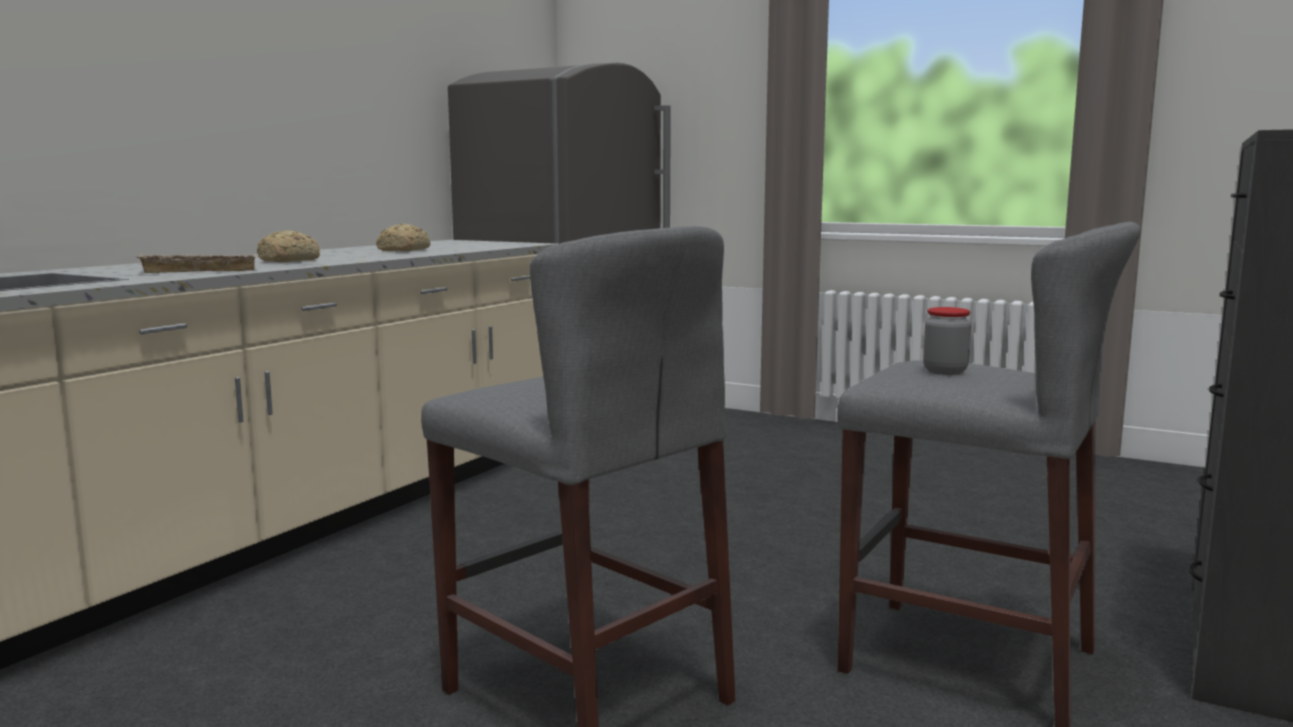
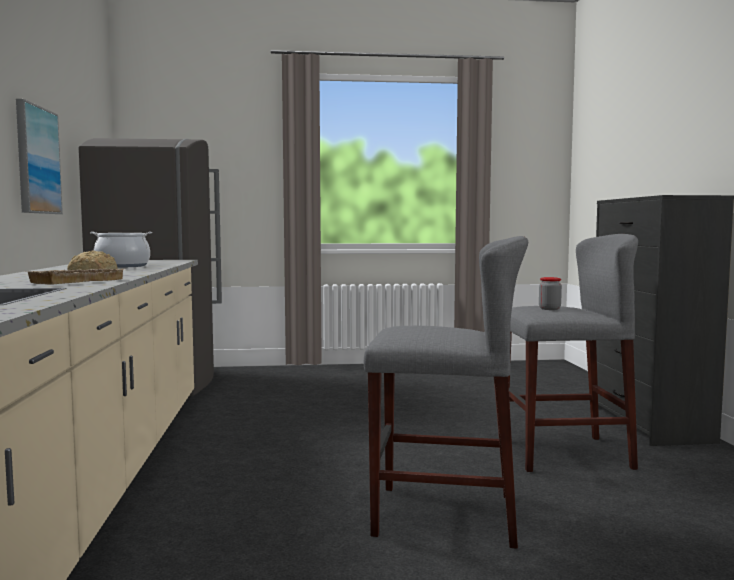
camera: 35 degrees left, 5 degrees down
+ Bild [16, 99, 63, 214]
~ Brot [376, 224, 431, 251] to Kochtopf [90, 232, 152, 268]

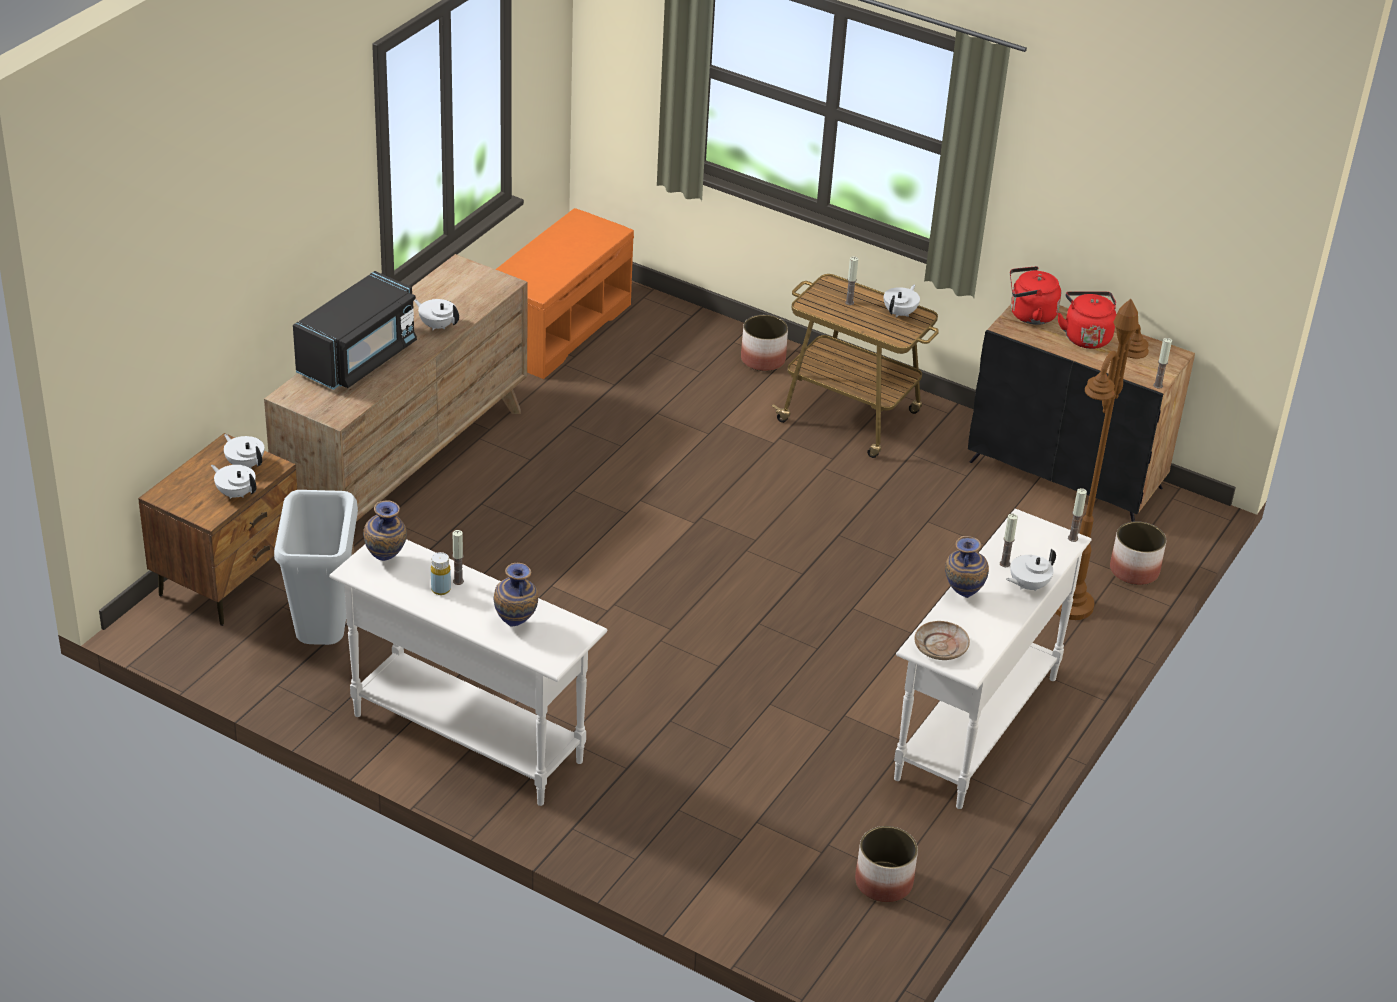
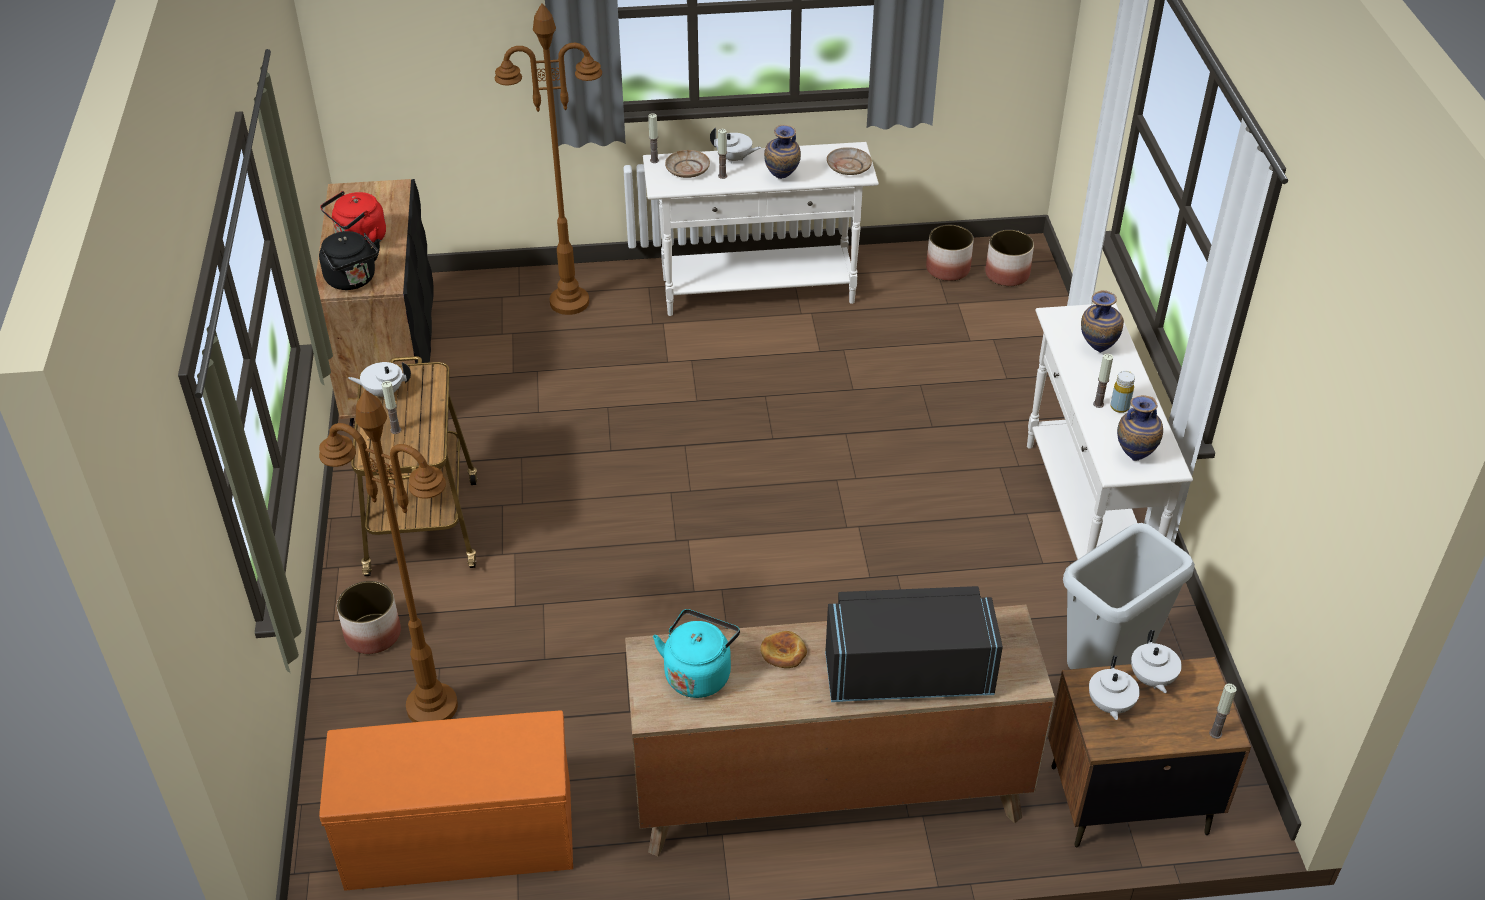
camera: 125 degrees left, 5 degrees up
~ Wasserkessel [rot] [1010, 266, 1061, 325] to Wasserkessel [schwarz] [319, 231, 380, 290]
+ Stehlampe [braun] [319, 390, 458, 722]
+ Wasserkessel [türkis] [653, 609, 740, 698]
+ Teller [beige] [665, 150, 710, 178]
~ Teekanne [weiß] [414, 299, 459, 330] to Brot [760, 631, 807, 668]
~ Pflanzkübel [1110, 521, 1166, 585] to [985, 230, 1034, 286]
~ Kerze [1153, 338, 1172, 389] to [1209, 683, 1237, 739]

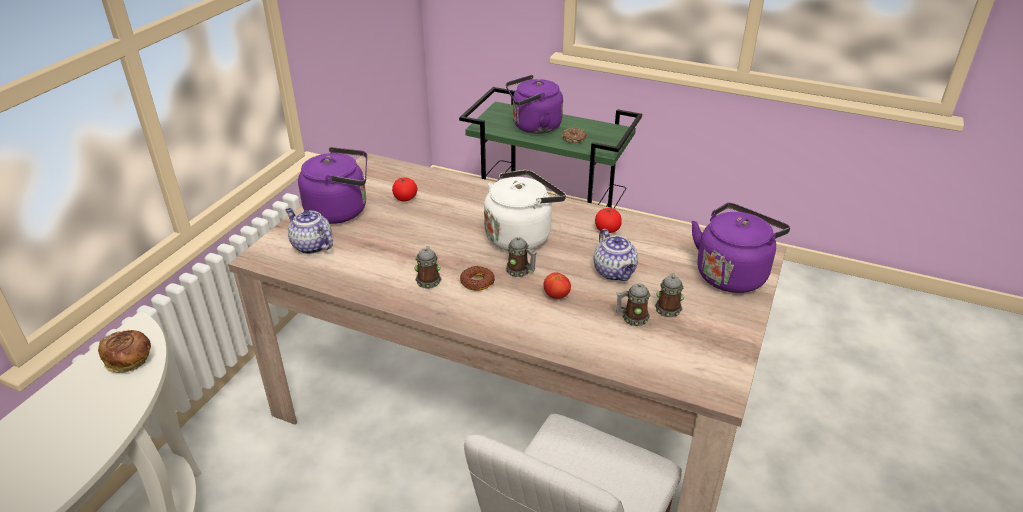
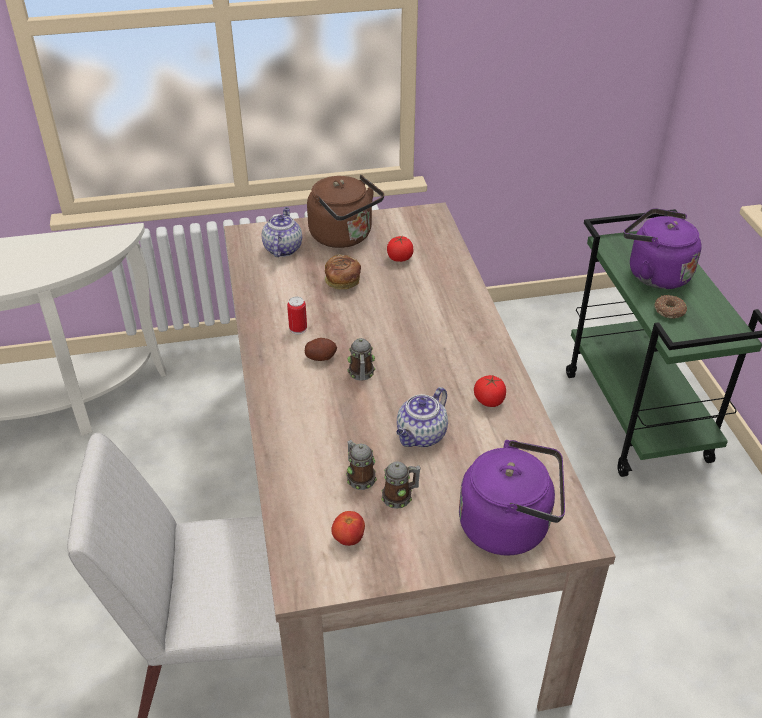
camera: 55 degrees right, 5 degrees up
~ Henkelbecher [415, 246, 442, 289] to Dose [287, 297, 307, 334]
~ Donut [460, 266, 495, 291] to Kartoffel [305, 338, 337, 361]
~ Wasserkessel [lila] [298, 147, 367, 224] to Wasserkessel [braun] [307, 175, 384, 248]
~ Brot [98, 330, 151, 373] to [324, 254, 361, 290]
~ Tomate [543, 272, 571, 299] to [331, 511, 365, 546]
- Wasserkessel [weiß] [484, 170, 566, 251]

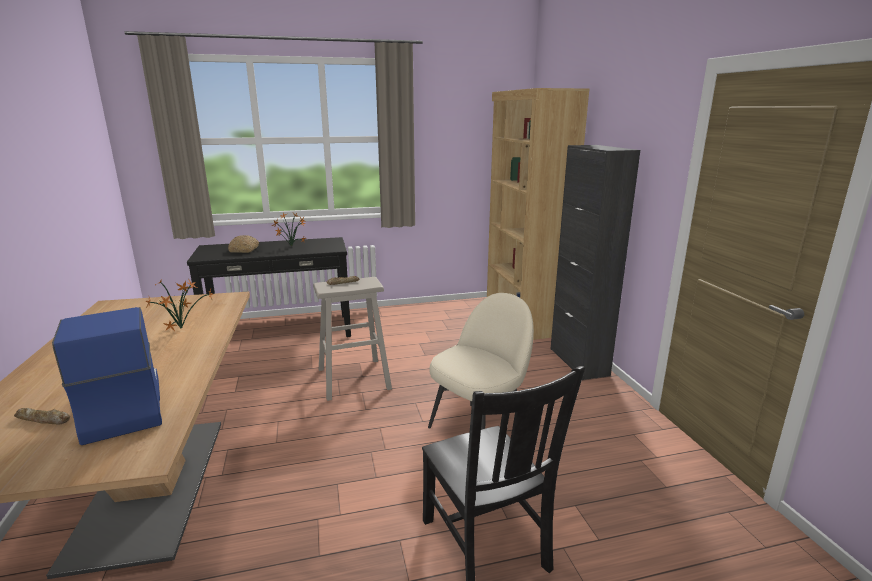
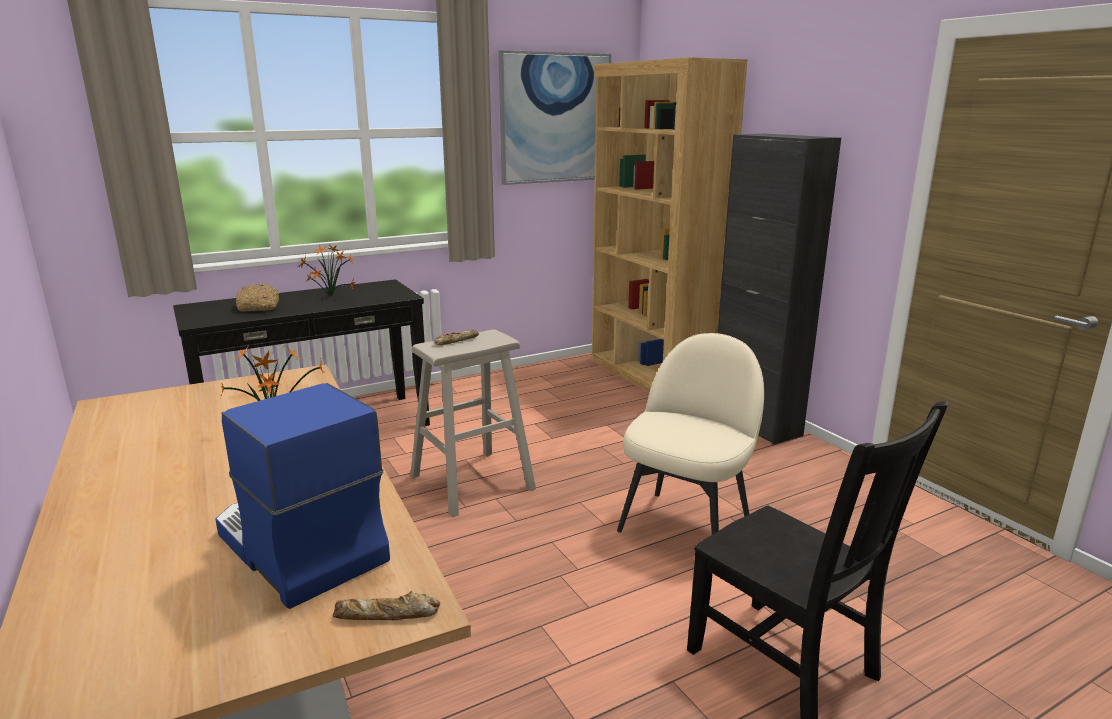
camera: 15 degrees left, 0 degrees up
~ Brot [14, 408, 70, 424] to [333, 591, 440, 620]
+ Bild [498, 50, 611, 185]

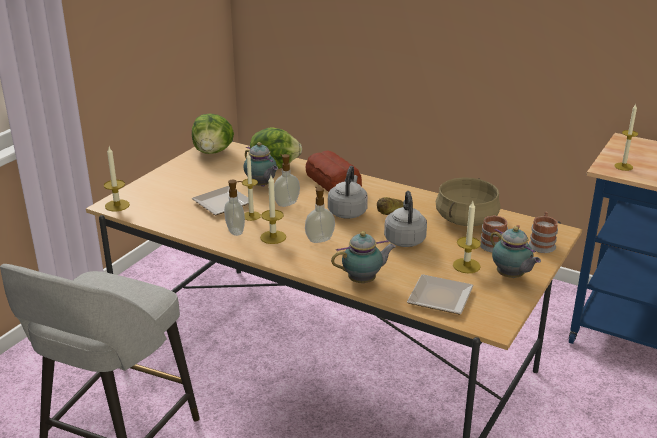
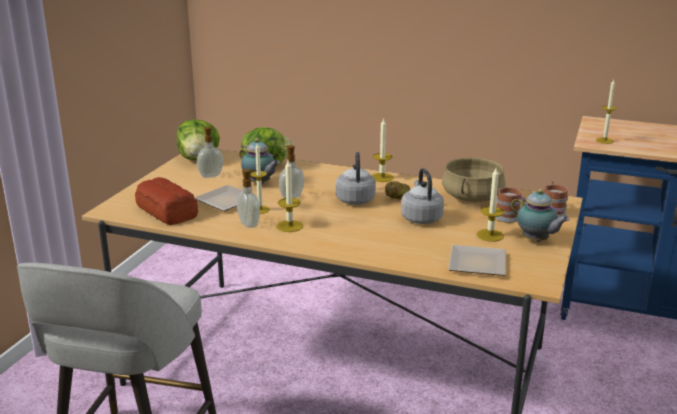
camera: 10 degrees left, 5 degrees down
~ Brot [306, 150, 362, 192] to [135, 177, 199, 225]
~ Seifenspender [305, 187, 335, 243] to [197, 127, 223, 178]
~ Kerze [104, 147, 130, 212] to [371, 118, 394, 182]
- Teekanne [331, 231, 396, 283]

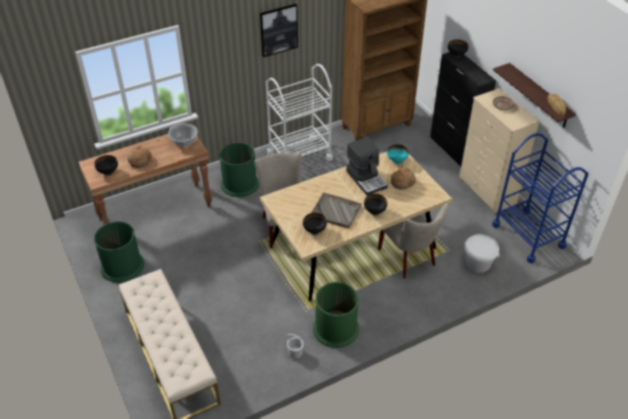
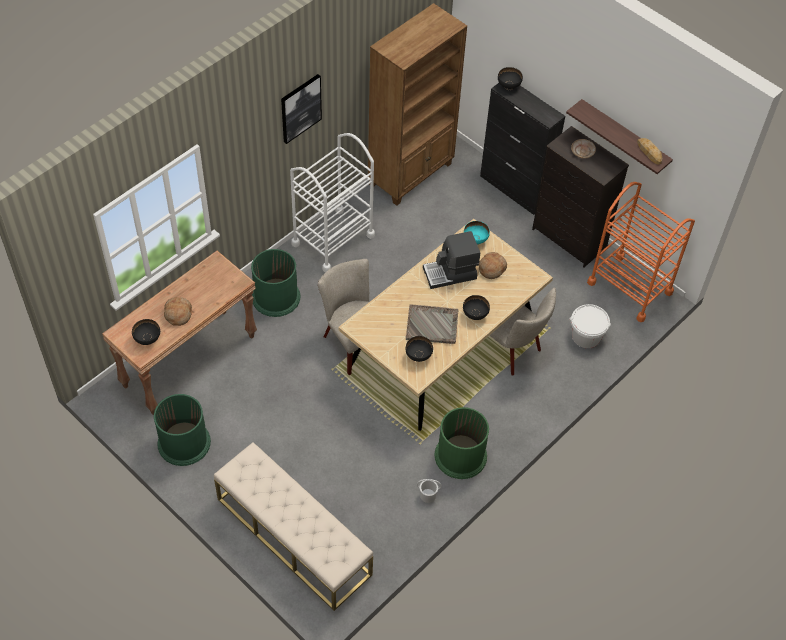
camera: 20 degrees left, 10 degrees up
~ Kaffeemaschine [346, 137, 388, 196] = [423, 231, 480, 289] 120 degrees clockwise
~ Kommode [beige] [459, 88, 540, 214] to Kommode [schwarz] [532, 126, 629, 267]
~ Rollwagen [blau] [492, 133, 589, 263] to Rollwagen [orange] [587, 182, 695, 322]
- Kochtopf [168, 123, 198, 147]

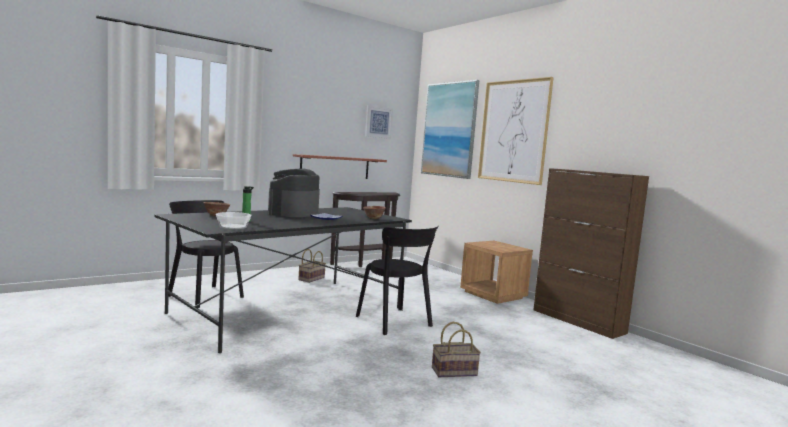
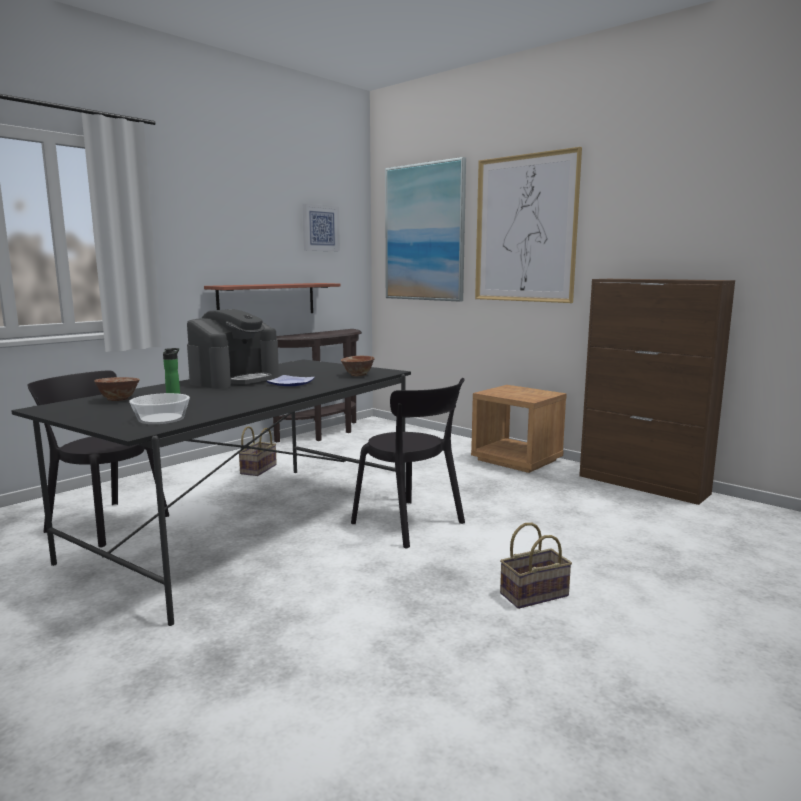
camera: 10 degrees left, 5 degrees up
~ Kaffeemaschine [268, 169, 320, 217] = [187, 309, 279, 389] 150 degrees counterclockwise

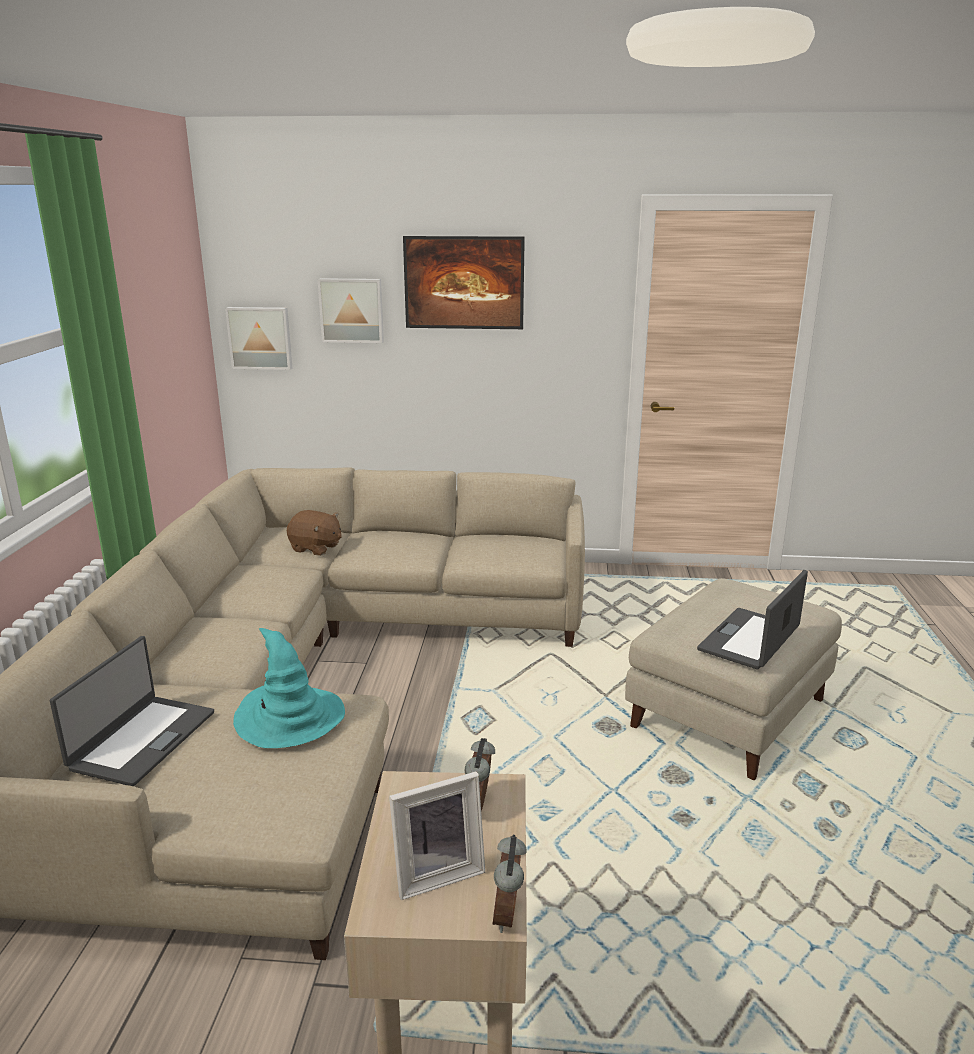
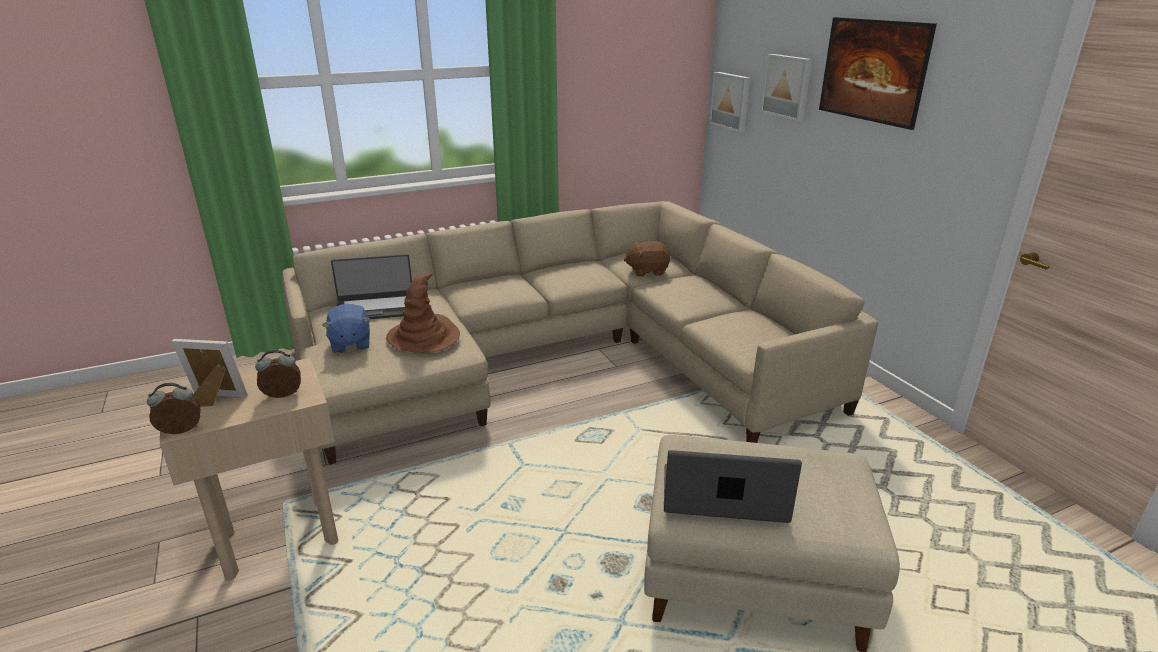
camera: 60 degrees right, 5 degrees up
~ Bilderrahmen [389, 772, 485, 900] = [171, 339, 248, 407] 150 degrees clockwise
+ Plüschtier [blau] [322, 304, 370, 353]
~ Hut [türkis] [233, 628, 345, 748] to Hut [braun] [386, 273, 460, 353]
~ Plüschtier [braun] [287, 510, 342, 556] = [624, 241, 670, 277] 90 degrees clockwise

